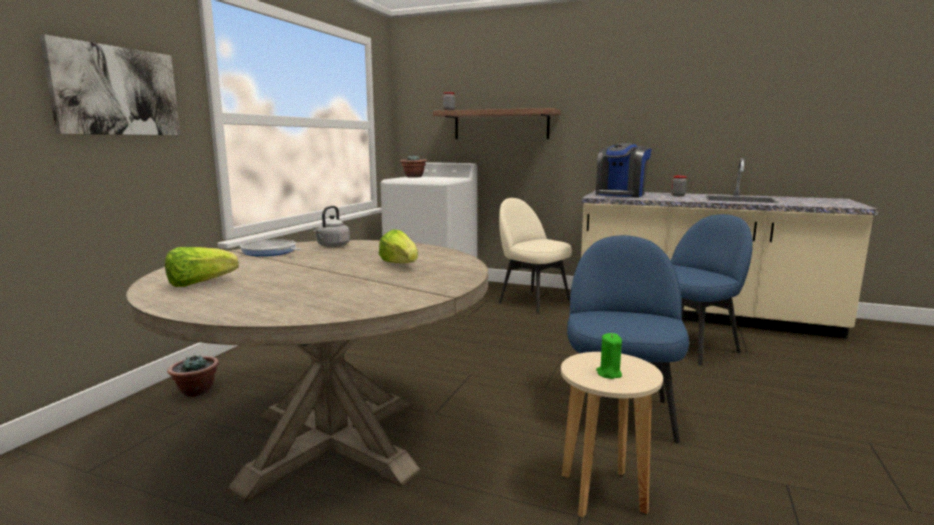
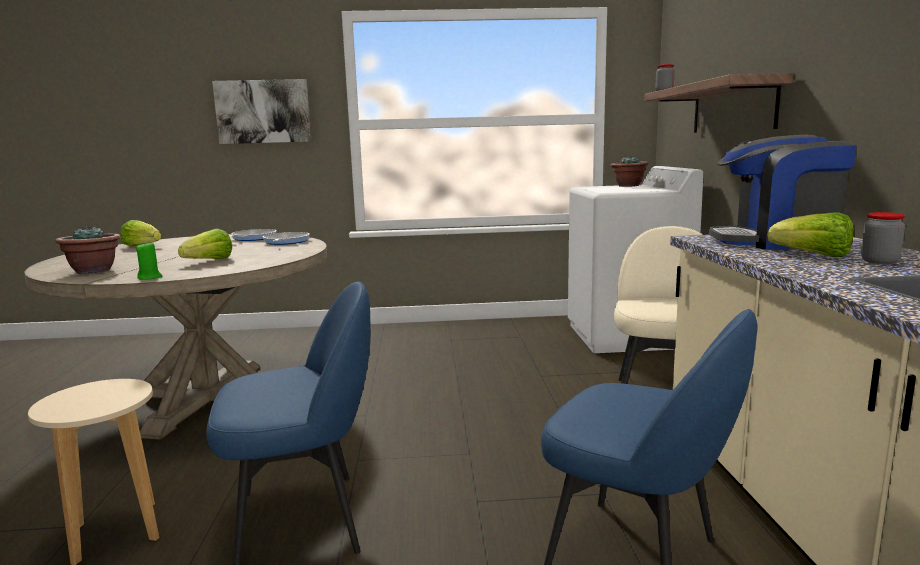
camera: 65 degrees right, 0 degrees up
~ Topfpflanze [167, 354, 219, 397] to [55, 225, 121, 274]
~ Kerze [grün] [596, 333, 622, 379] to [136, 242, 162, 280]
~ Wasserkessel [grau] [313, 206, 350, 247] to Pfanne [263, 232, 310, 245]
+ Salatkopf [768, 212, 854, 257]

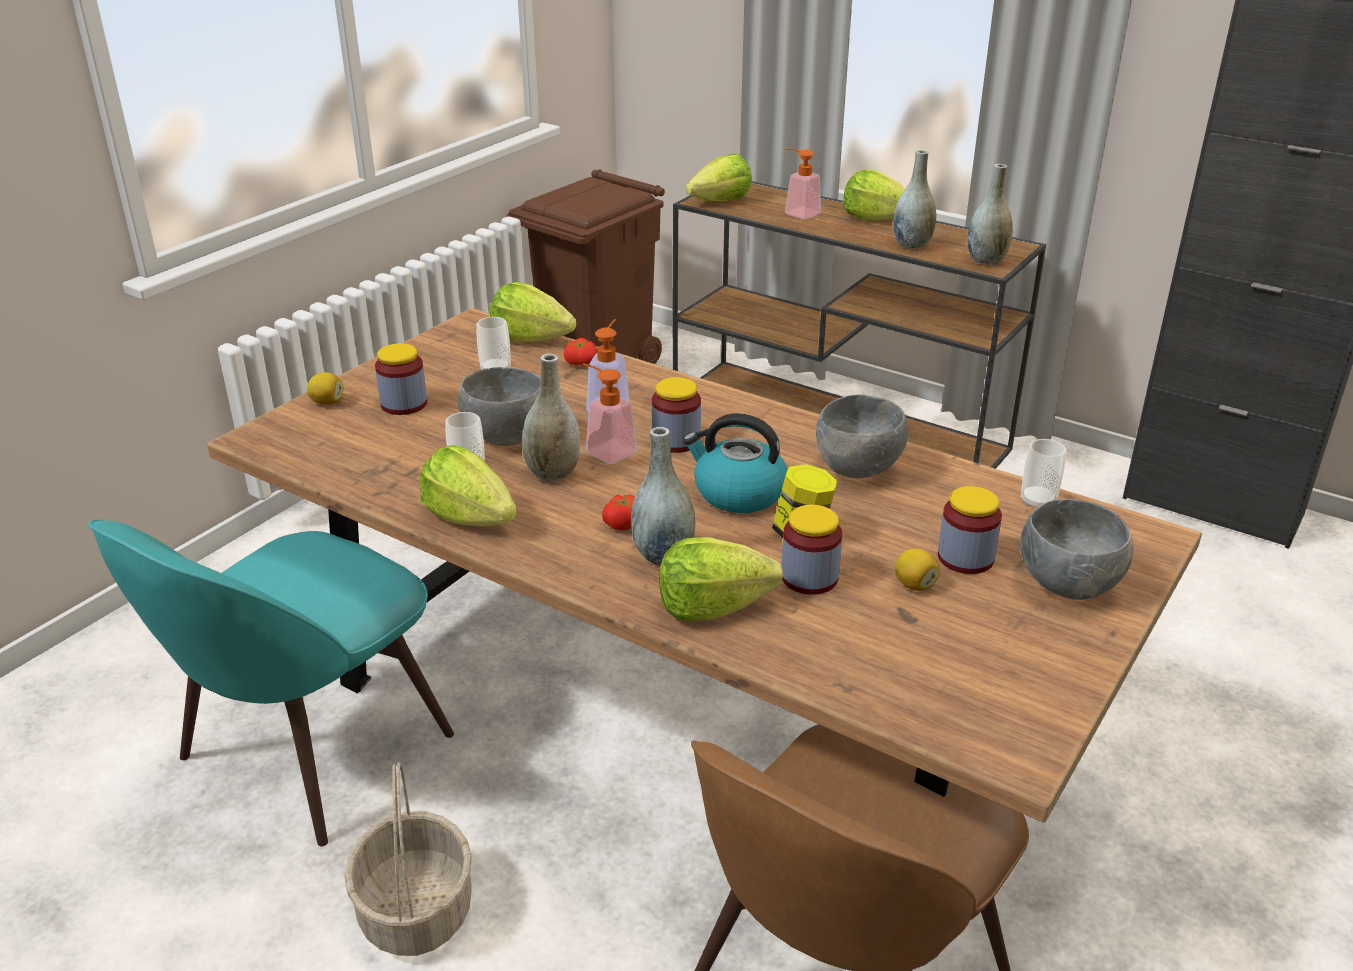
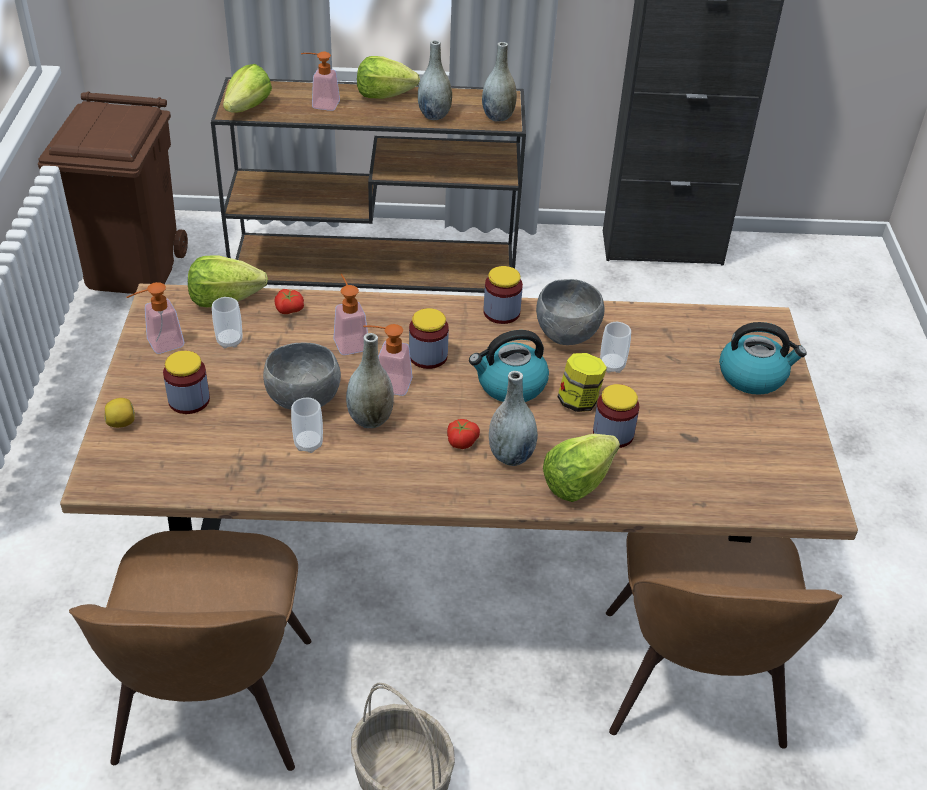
camera: 35 degrees left, 10 degrees up
~ Stuhl [türkis] [88, 519, 454, 846] to Stuhl [braun] [69, 530, 312, 771]
+ Seifenspender [127, 282, 184, 354]
~ Vorratsglas [938, 486, 1002, 574] to [484, 266, 523, 324]
~ Tasse [1021, 439, 1066, 507] to [600, 322, 631, 373]
~ Schüssel [grau] [1020, 499, 1133, 600] to Wasserkessel [719, 322, 807, 395]
- Salatkopf [420, 445, 517, 526]
- Zitrone [895, 549, 940, 591]

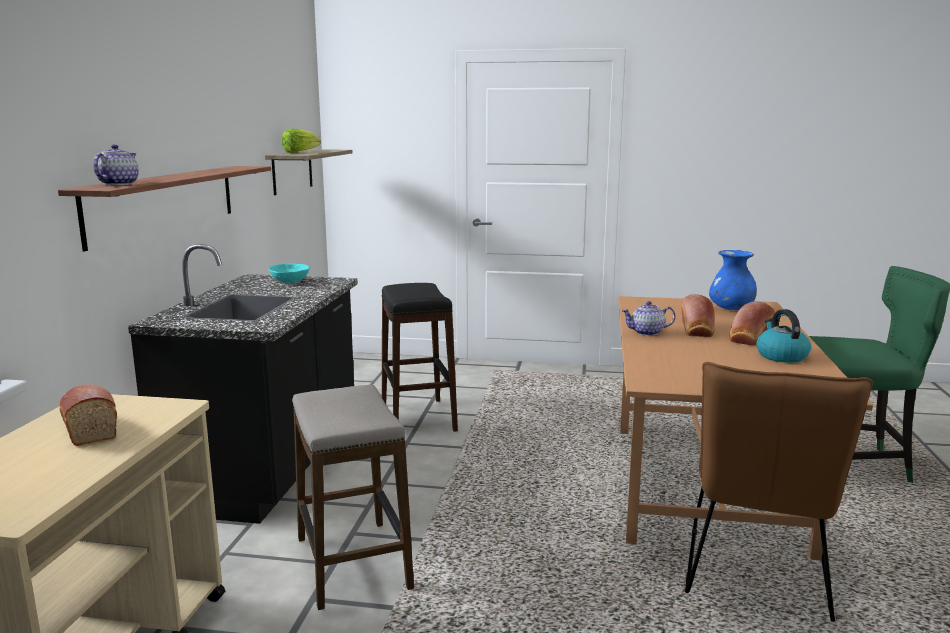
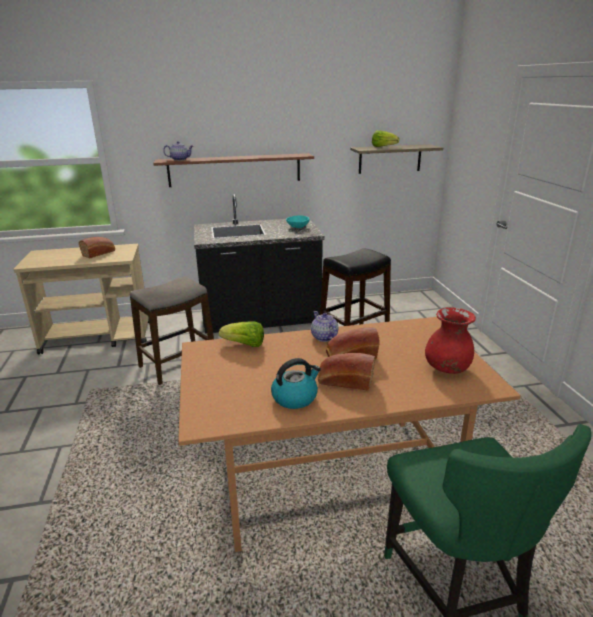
camera: 70 degrees right, 10 degrees up
+ Salatkopf [219, 321, 264, 347]
~ Vase [blau] [709, 250, 757, 310] to Vase [rot] [425, 307, 476, 374]
- Stuhl [braun] [685, 362, 873, 622]

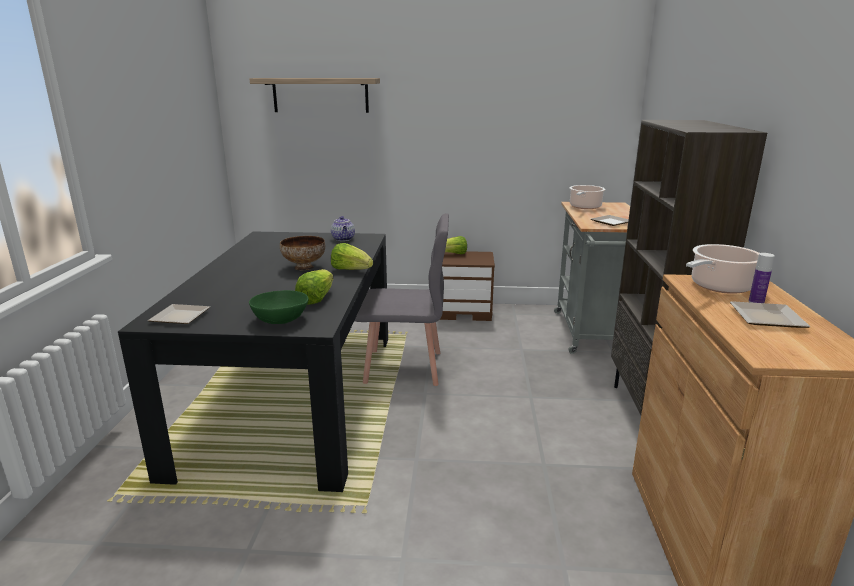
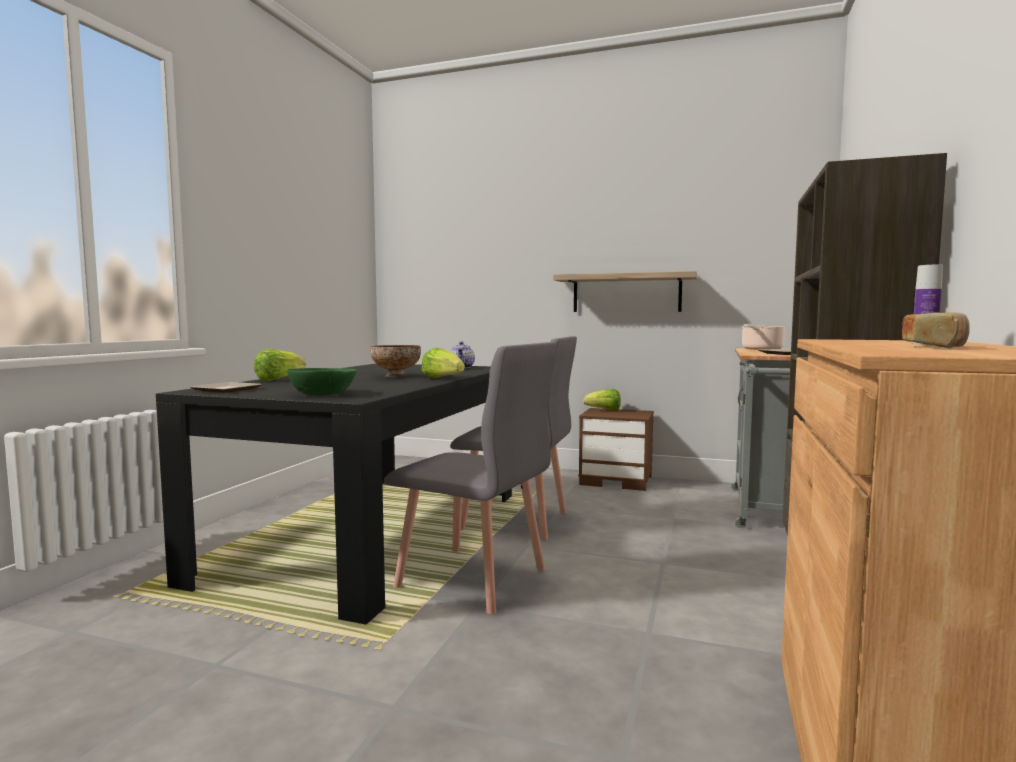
camera: 15 degrees right, 15 degrees down
~ Salatkopf [295, 269, 333, 305] to [254, 349, 306, 381]
+ Stuhl [grau] [384, 342, 557, 614]
~ Wandregal [249, 78, 380, 113] to [553, 271, 697, 312]
~ Teller [730, 301, 811, 328] to Brot [902, 312, 970, 348]
- Kochtopf [686, 244, 759, 294]

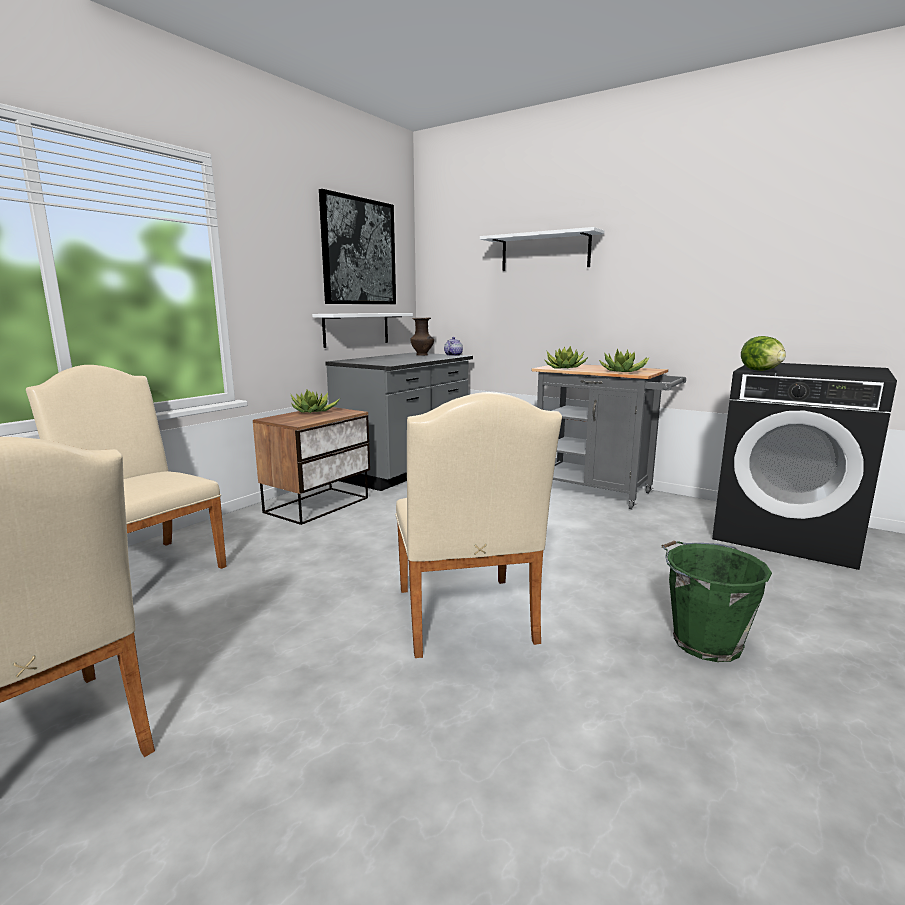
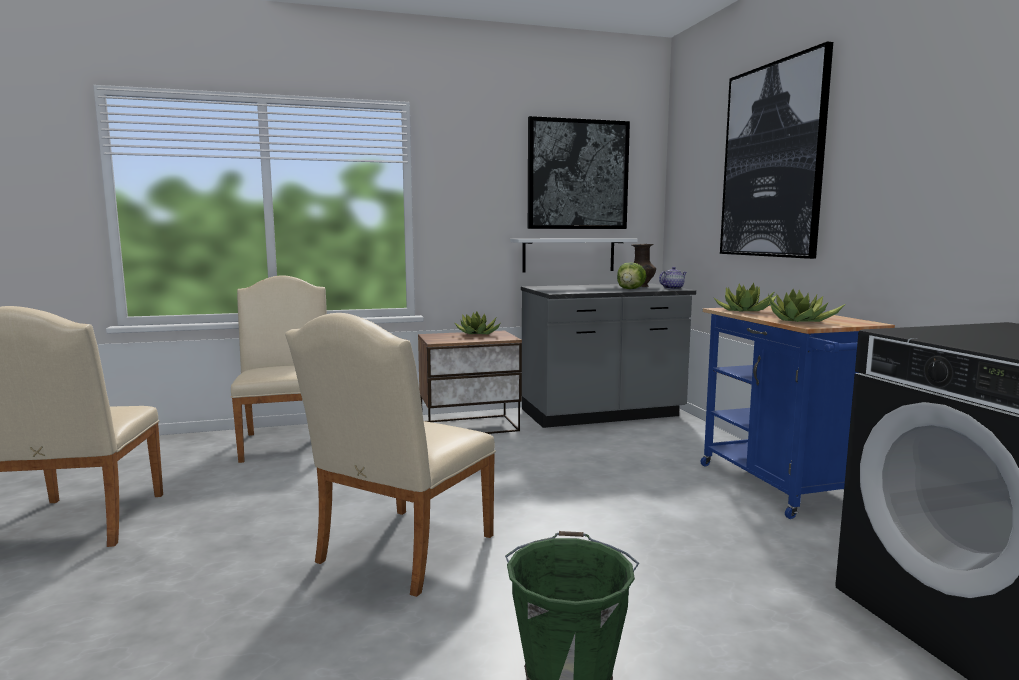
camera: 40 degrees right, 5 degrees down
~ Salatkopf [741, 336, 786, 371] to [617, 262, 646, 289]
~ Rollwagen [grau] [532, 364, 686, 509] to Rollwagen [blau] [701, 306, 895, 519]
~ Wandregal [weiß] [480, 227, 605, 271] to Bild [720, 41, 833, 259]

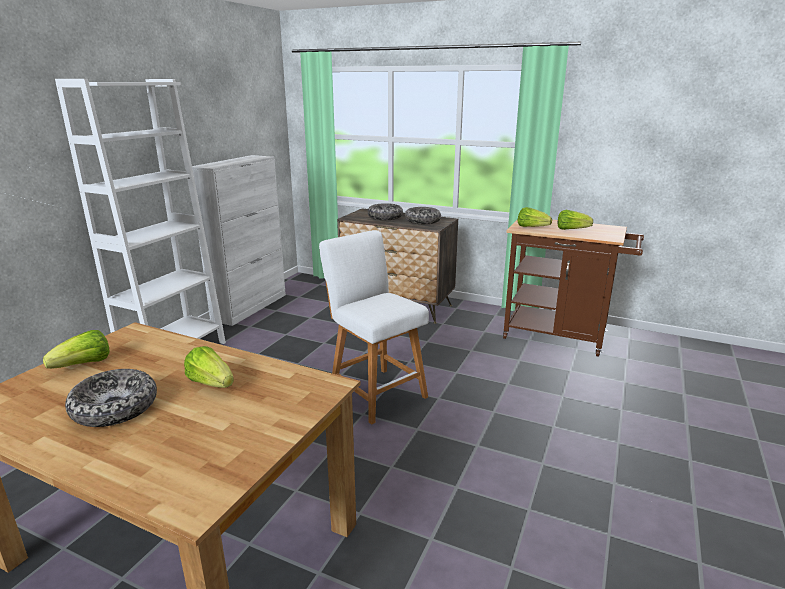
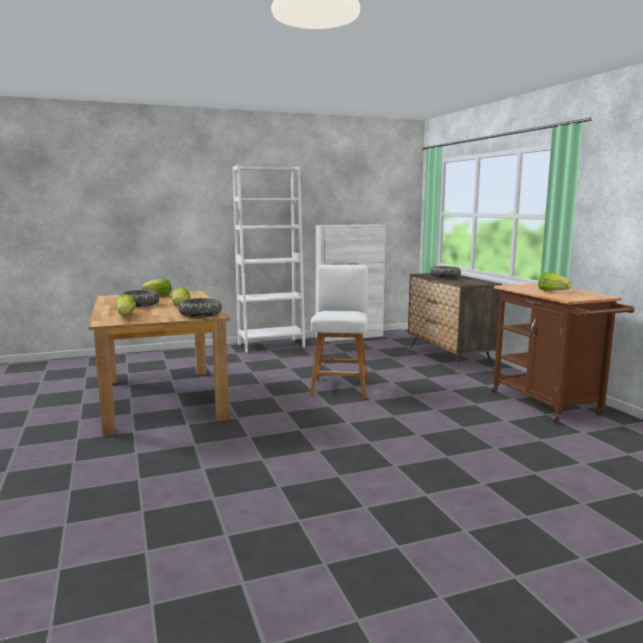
camera: 45 degrees right, 10 degrees down
~ Salatkopf [518, 207, 552, 227] to [116, 294, 136, 315]
~ Schüssel [405, 207, 441, 224] to [178, 298, 222, 317]

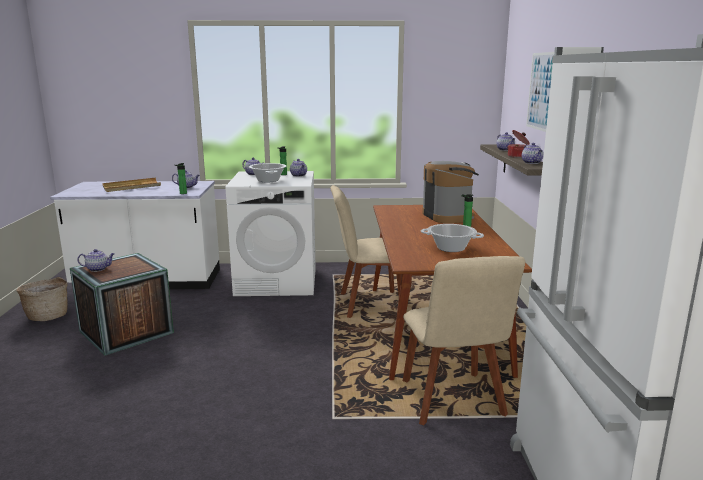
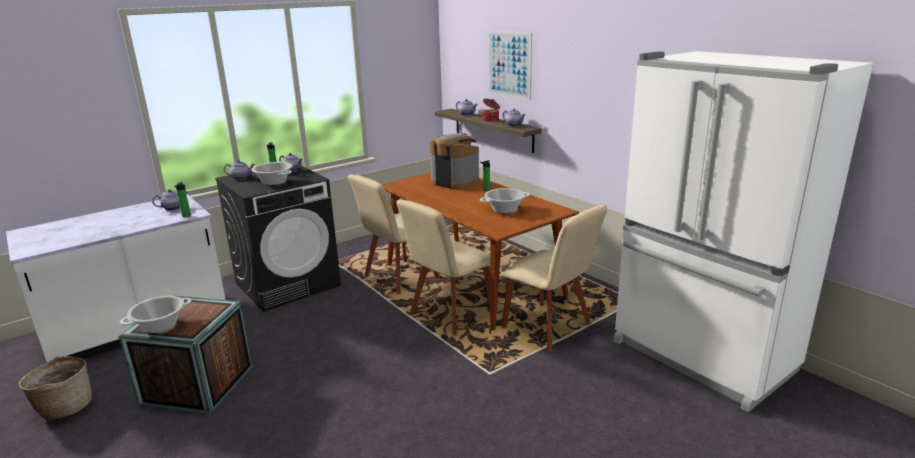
camera: 35 degrees left, 5 degrees up
~ Teekanne [77, 249, 115, 272] to Kochtopf [120, 296, 192, 333]
~ Waschmaschine [weiß] [225, 171, 316, 296] to Waschmaschine [schwarz] [215, 166, 341, 312]
+ Stuhl [beige] [396, 199, 491, 336]
- Tablett [beige] [102, 178, 161, 192]

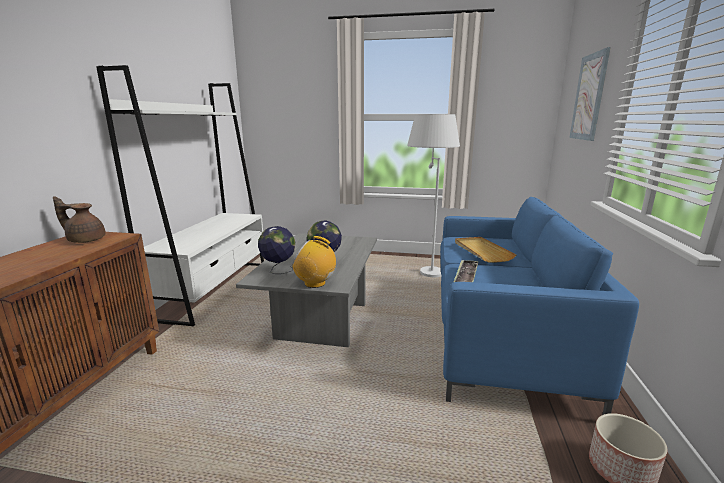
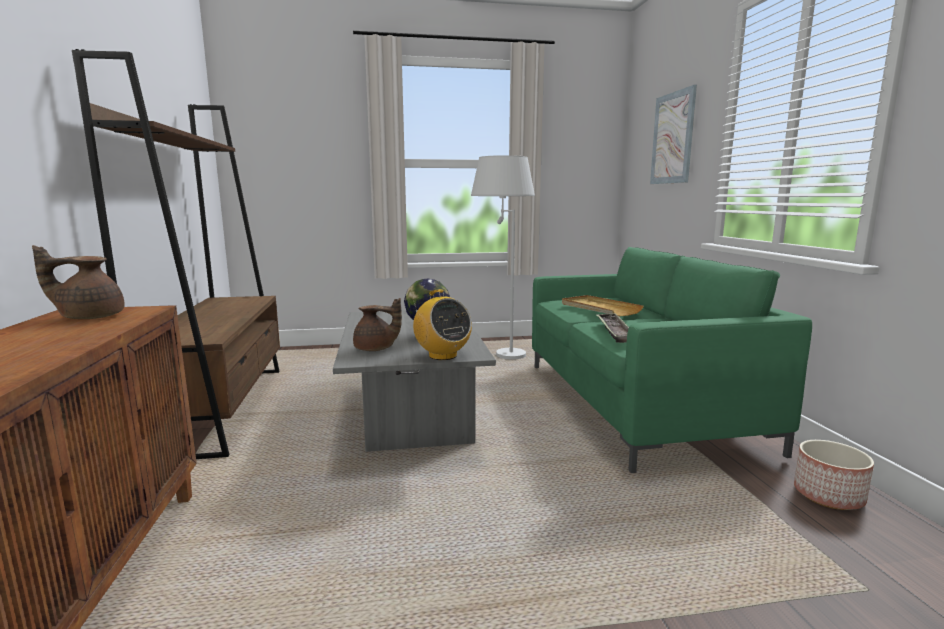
camera: 20 degrees left, 5 degrees down
~ Bücherregal [weiß] [96, 65, 264, 326] to Bücherregal [braun] [72, 49, 280, 459]
~ Globus [258, 226, 295, 274] to Teekanne [braun] [353, 298, 402, 351]
~ Radio [292, 236, 340, 288] = [413, 289, 472, 360] 120 degrees counterclockwise
~ Sofa [blau] [440, 197, 639, 415] to Sofa [grün] [532, 247, 812, 473]

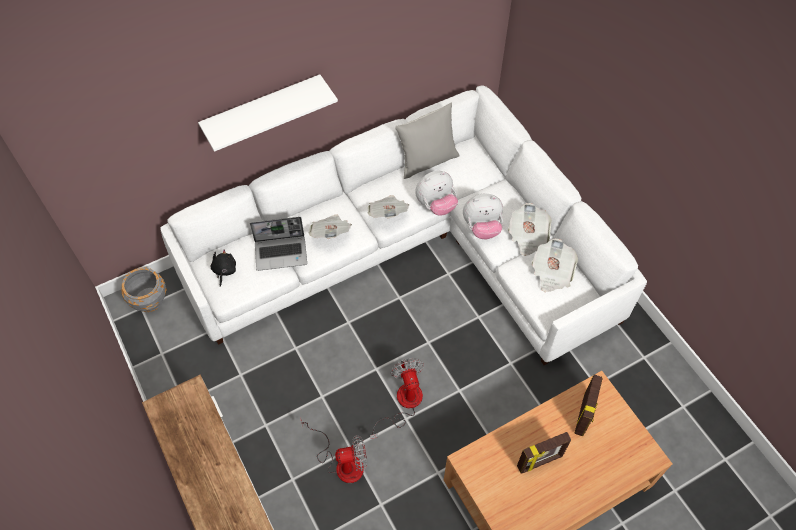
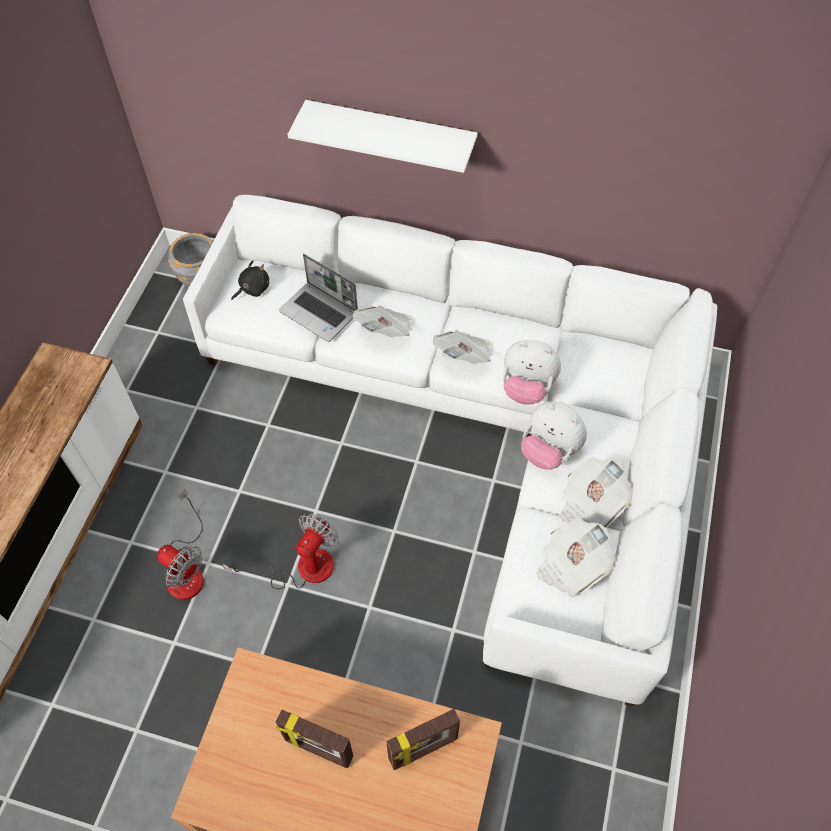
camera: 45 degrees right, 0 degrees up
- Kissen [grau] [395, 103, 459, 179]

